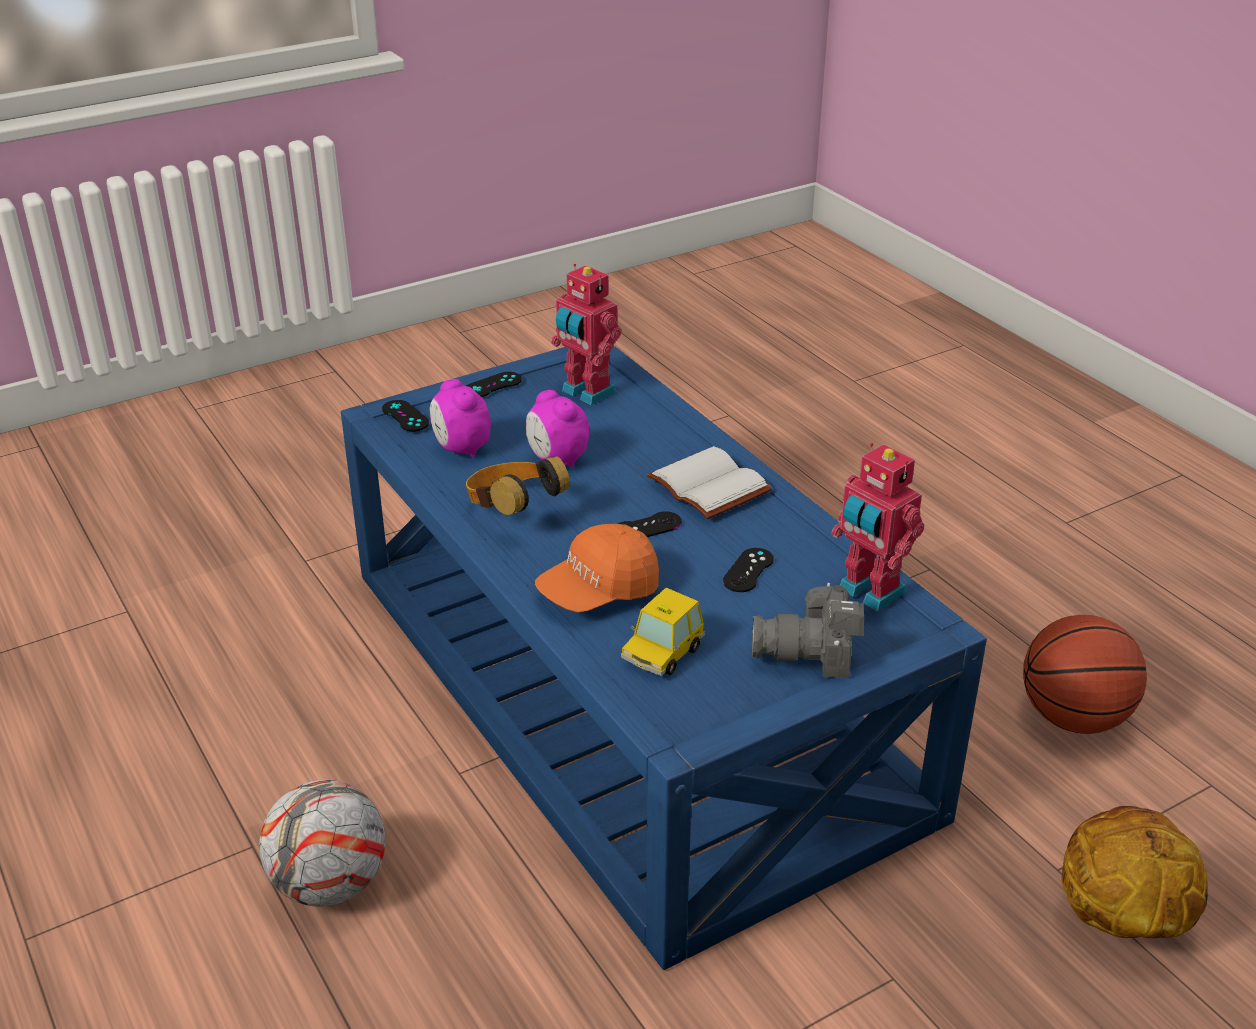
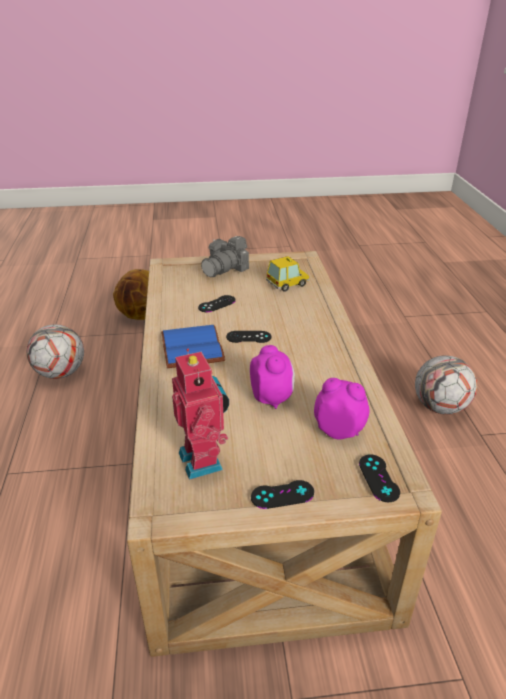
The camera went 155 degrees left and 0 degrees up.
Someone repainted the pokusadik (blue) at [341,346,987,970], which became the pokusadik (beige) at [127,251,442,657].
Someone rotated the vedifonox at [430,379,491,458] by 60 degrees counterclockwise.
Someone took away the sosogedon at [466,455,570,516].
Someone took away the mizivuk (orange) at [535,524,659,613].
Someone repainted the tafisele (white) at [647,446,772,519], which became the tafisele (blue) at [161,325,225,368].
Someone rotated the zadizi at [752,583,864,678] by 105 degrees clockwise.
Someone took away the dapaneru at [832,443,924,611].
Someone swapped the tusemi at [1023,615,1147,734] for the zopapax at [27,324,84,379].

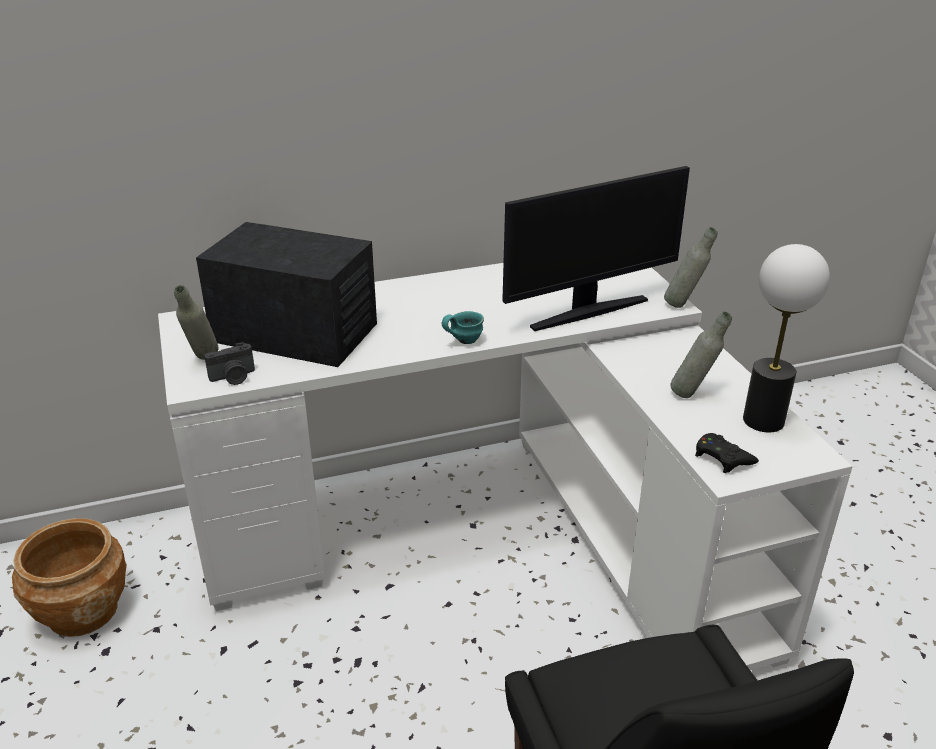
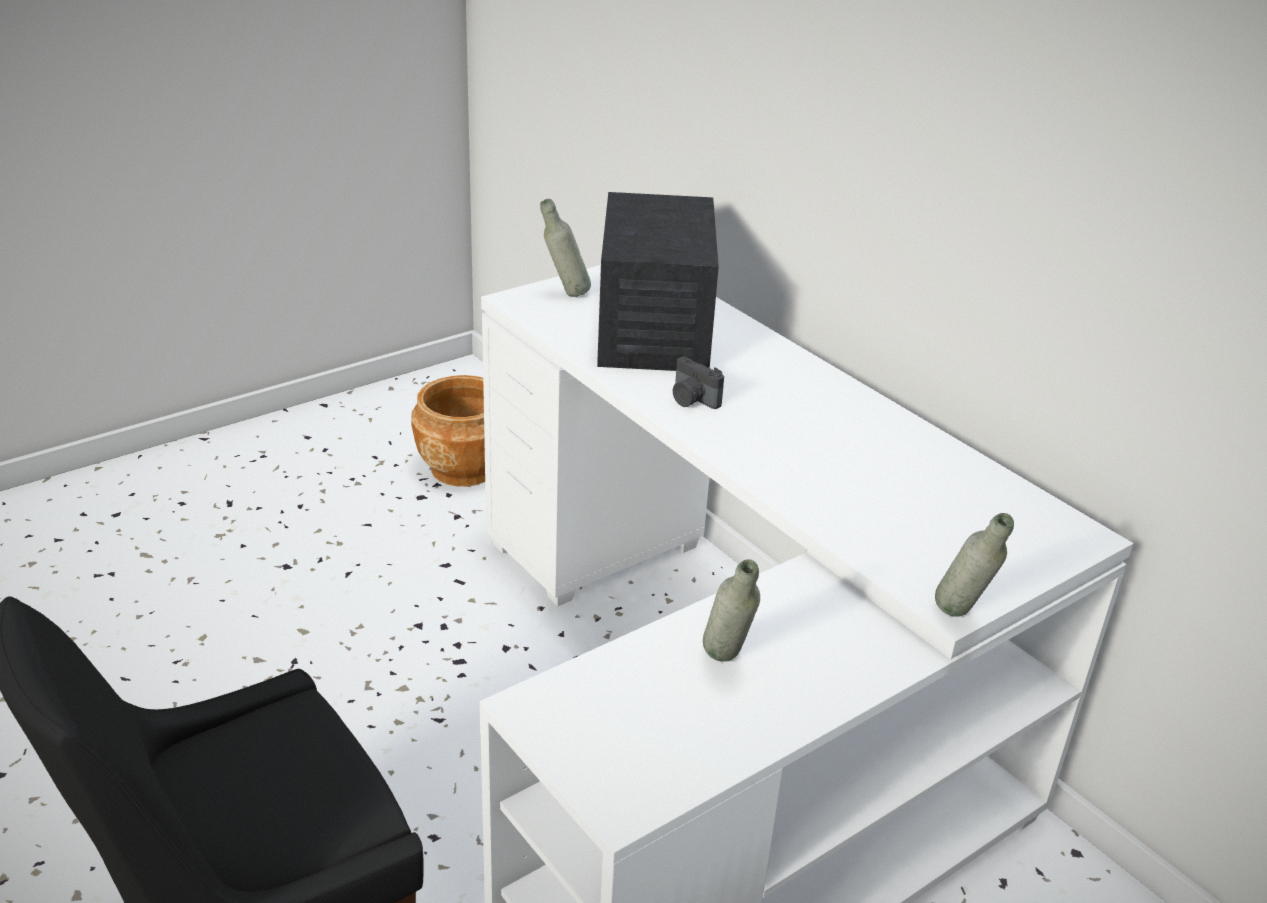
The camera went 70 degrees right and 0 degrees up.
Someone carried the zadizi from [204,342,255,385] to [673,357,724,409].
Someone took away the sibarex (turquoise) at [442,311,484,344].
Someone took away the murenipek at [502,166,690,331].
Someone took away the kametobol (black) at [695,433,759,473].
Someone took away the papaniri at [743,244,830,433].

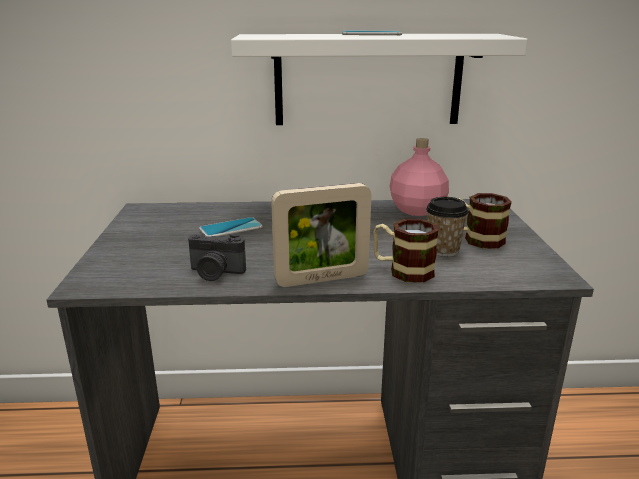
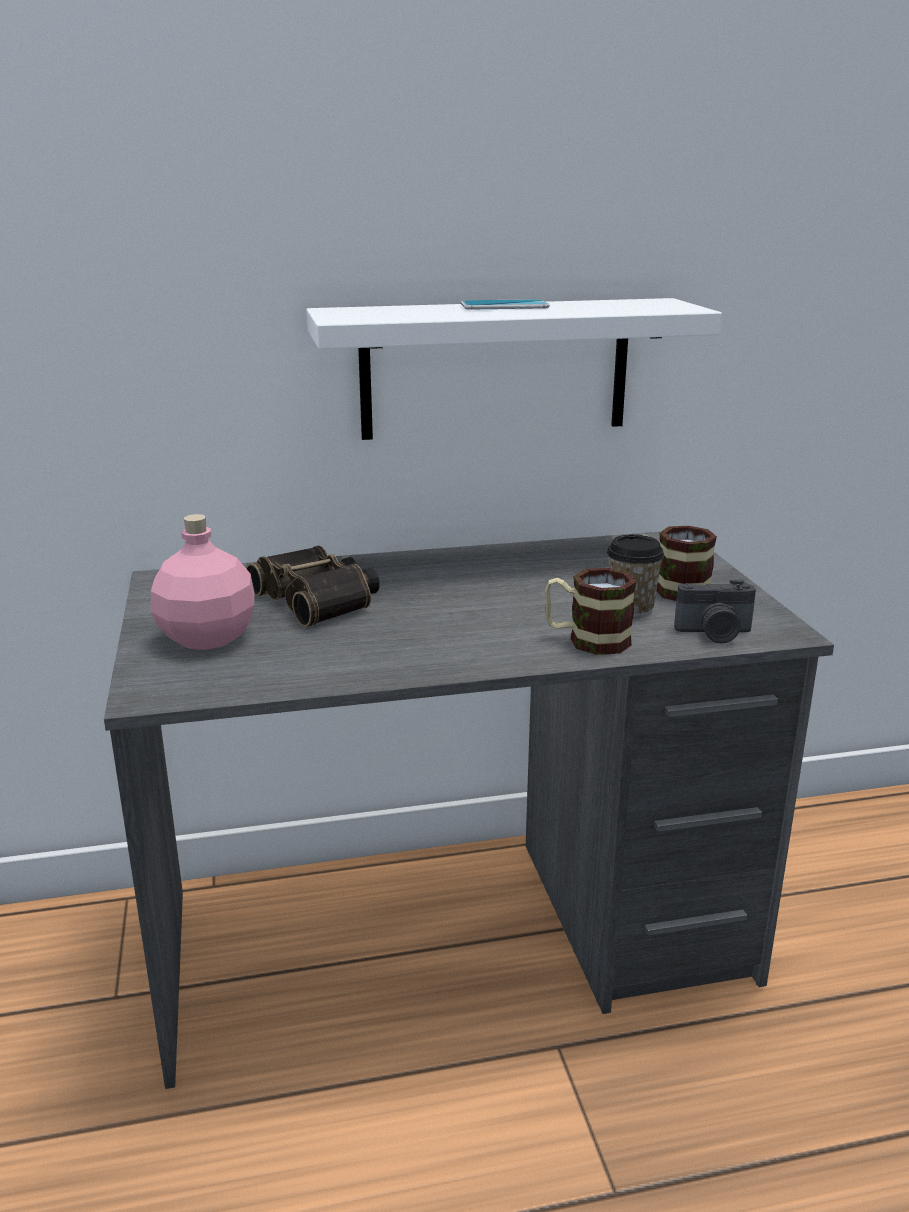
The camera went 10 degrees left and 0 degrees up.
Someone carried the zadizi from [188,234,246,281] to [674,580,756,643].
Someone swapped the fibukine at [199,217,263,237] for the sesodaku at [246,545,380,627].
Someone took away the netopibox at [271,183,371,287].
Someone carried the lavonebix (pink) from [390,138,449,216] to [151,514,255,650].

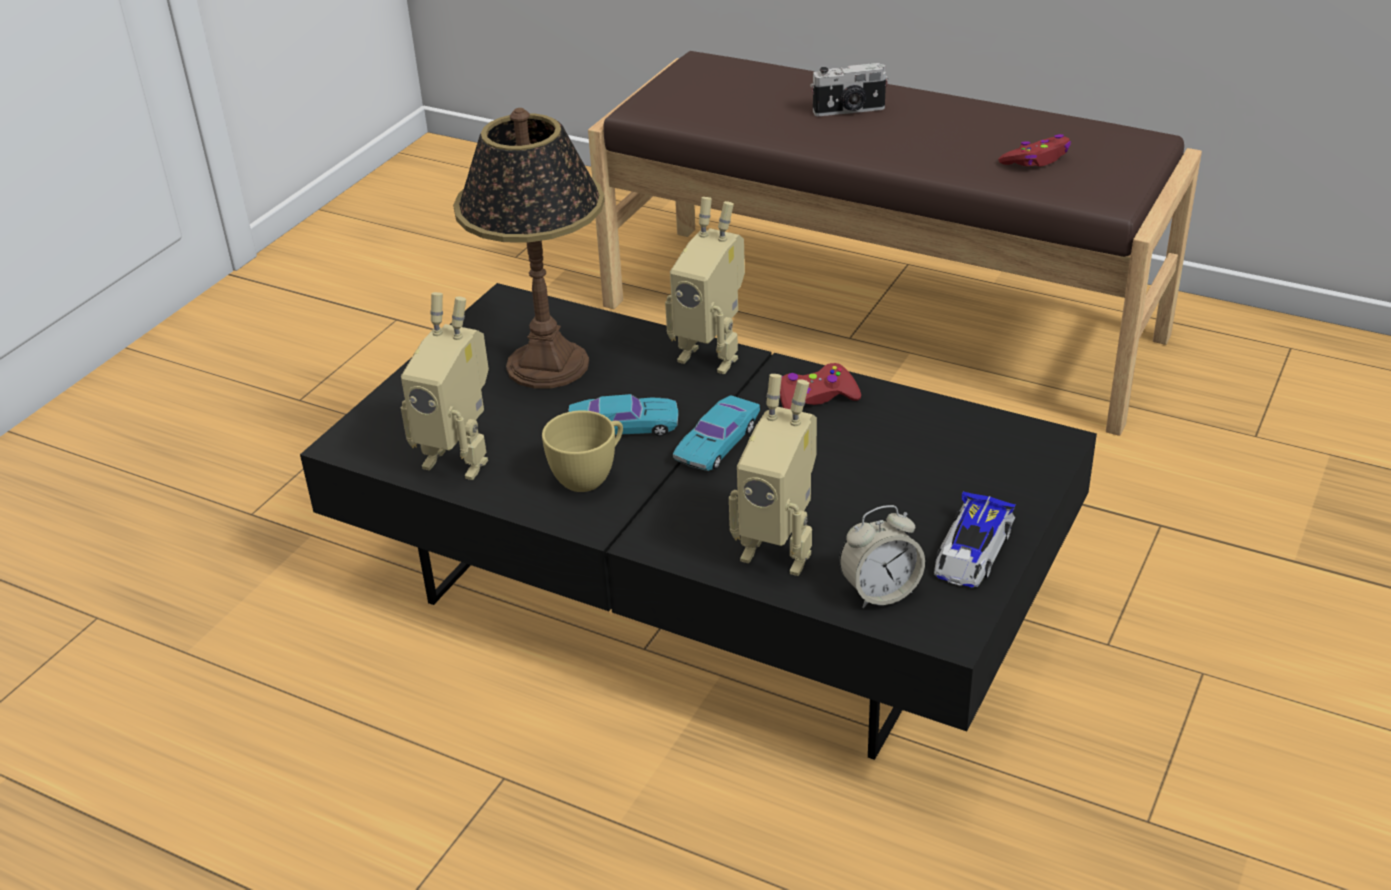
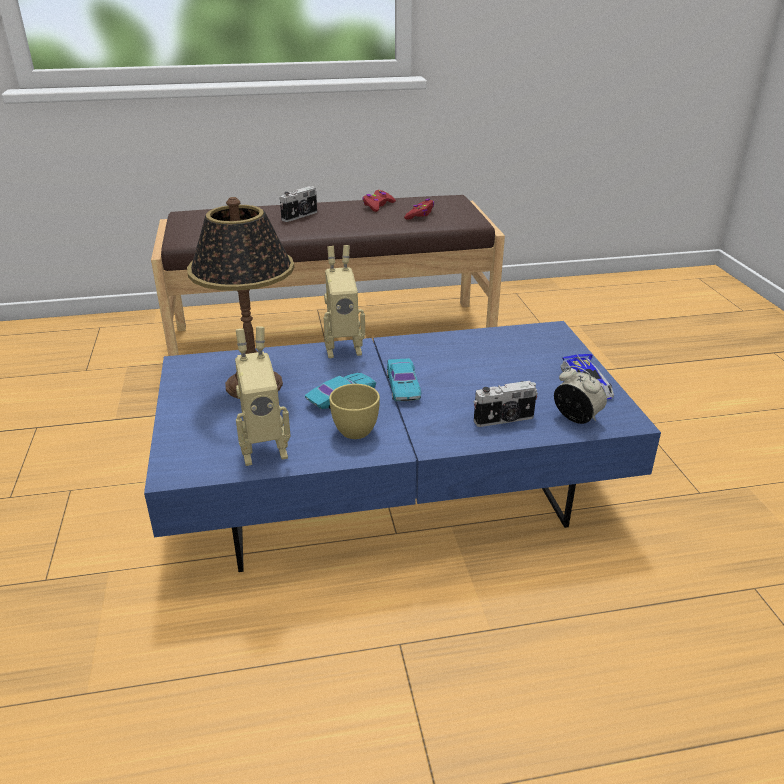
The camera went 40 degrees left and 5 degrees down.
Someone repainted the pokusadik (black) at [300,283,1097,760], which became the pokusadik (blue) at [144,321,661,572].
Someone swapped the dapaneru at [729,374,817,576] for the zadizi at [474,381,538,427].
Someone carried the kametobol (red) from [780,363,861,409] to [362,190,396,212].
Someone rotated the vedifonox at [839,505,925,608] by 75 degrees counterclockwise.

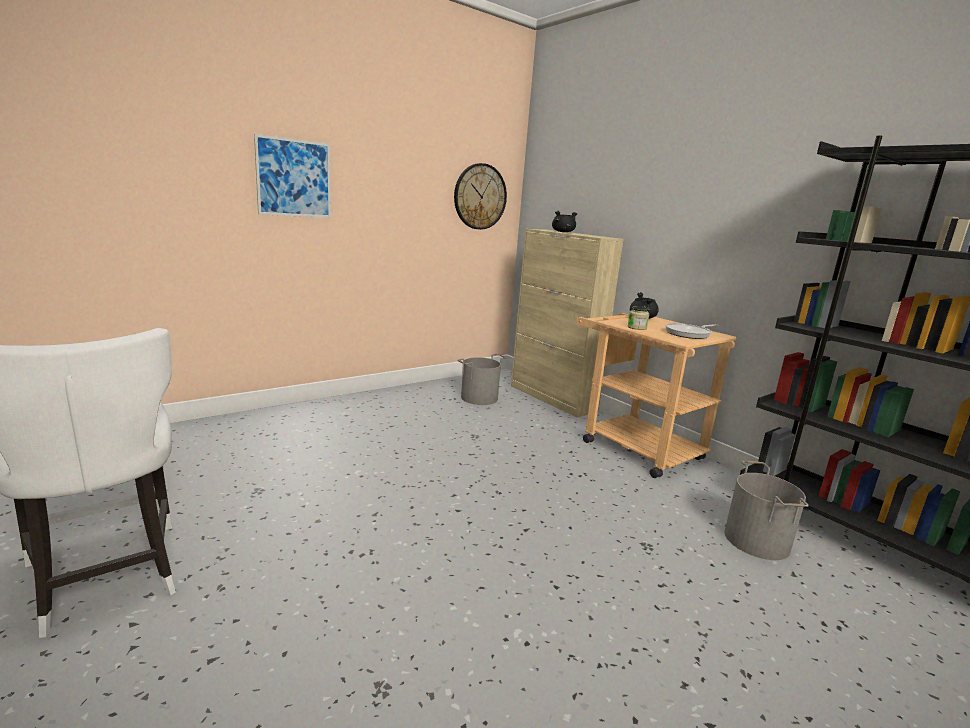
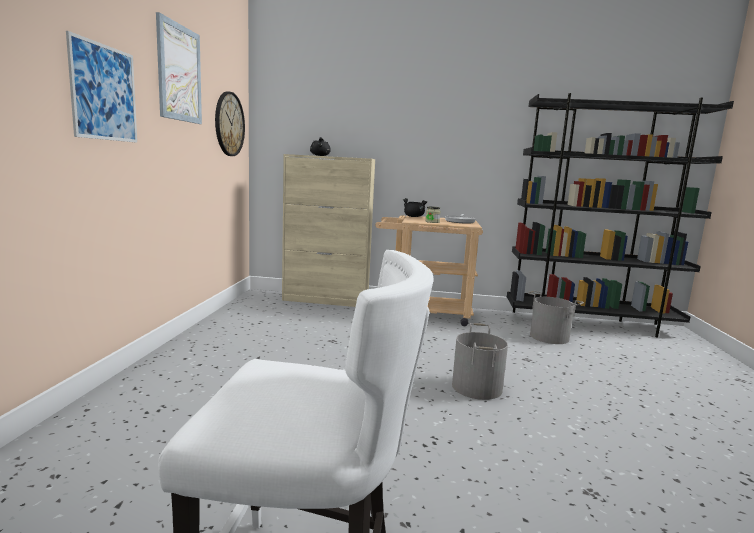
The camera went 45 degrees left and 5 degrees down.
Someone carried the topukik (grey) from [457,354,507,405] to [452,323,508,400].
Someone put up the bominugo at [156,12,202,124].

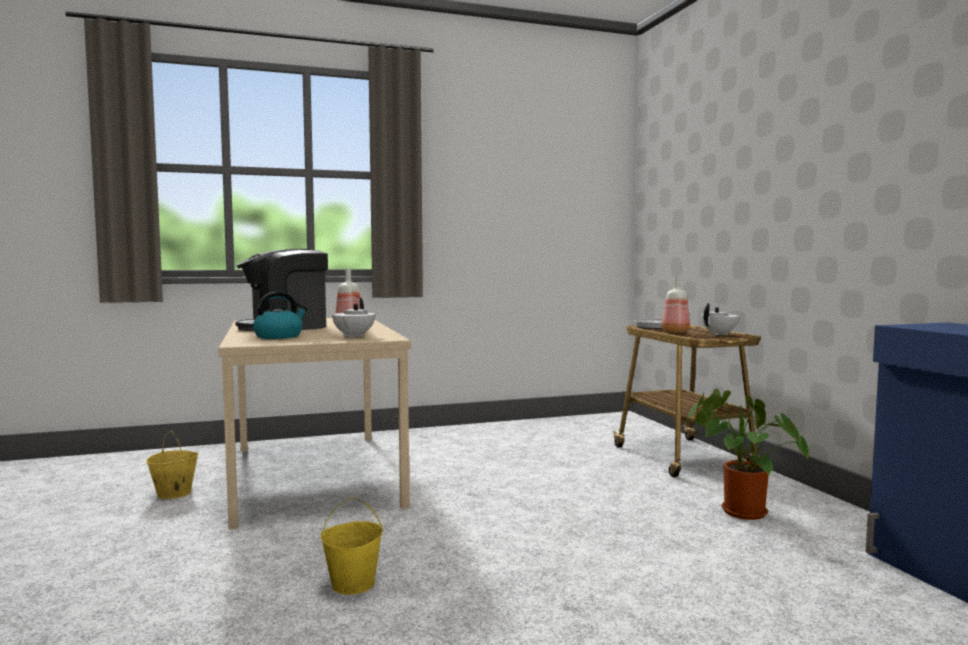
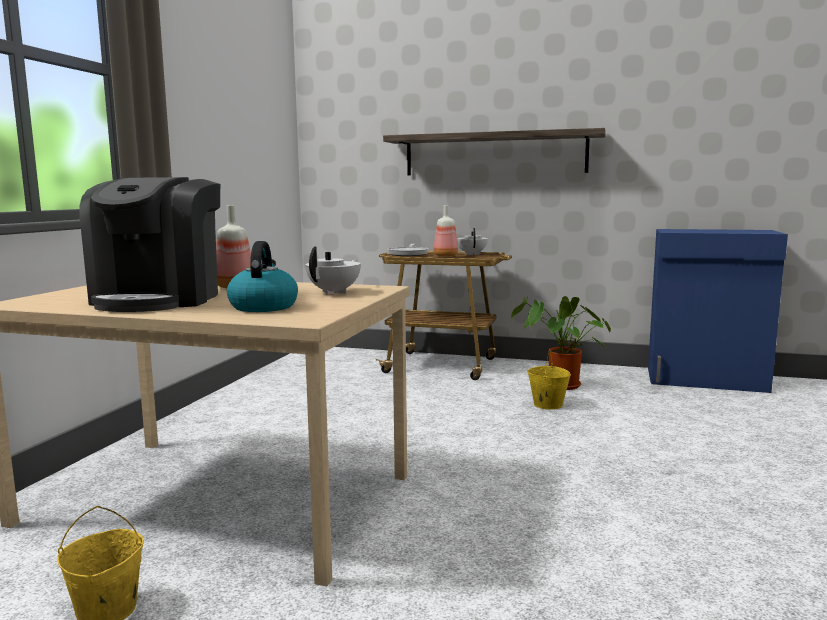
The camera went 55 degrees left and 5 degrees up.
Someone carried the topukik (yellow) from [321,497,383,595] to [527,348,571,410].
Someone rotated the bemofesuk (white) at [332,298,375,338] by 105 degrees counterclockwise.
Someone put up the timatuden at [383,128,606,175].

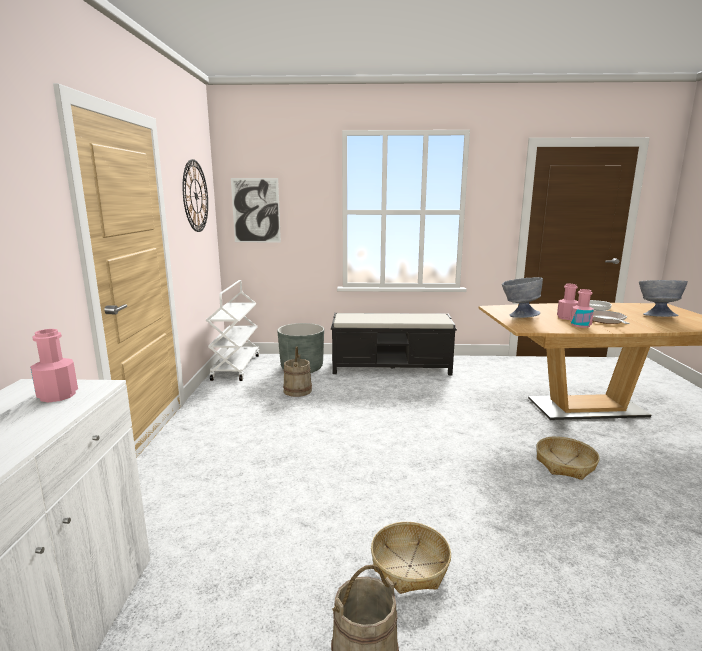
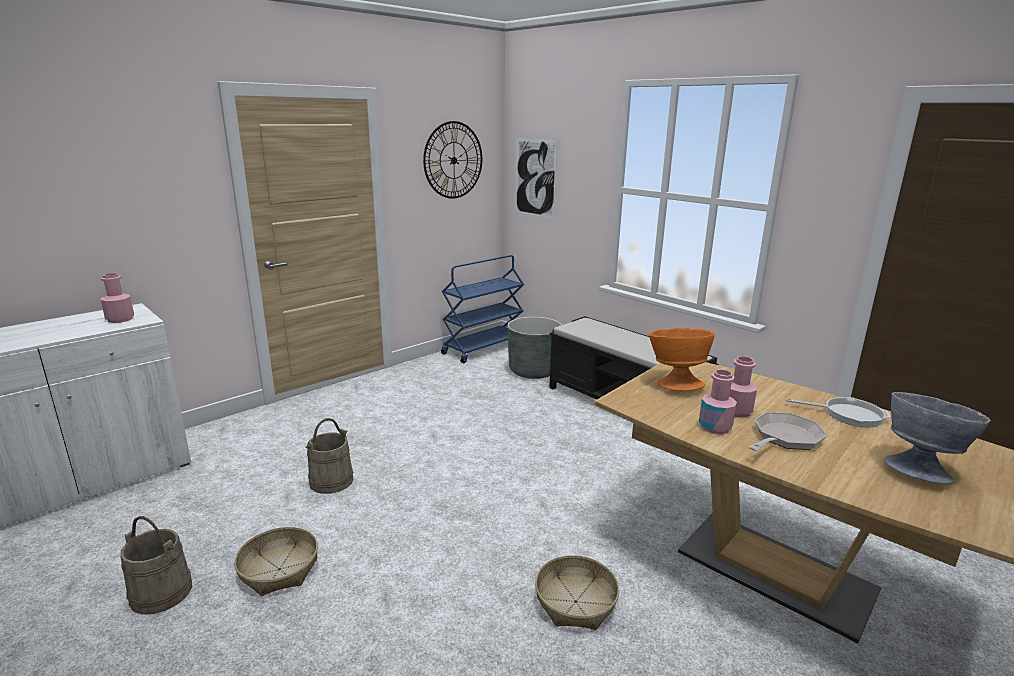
The camera went 45 degrees right and 5 degrees up.
Someone repainted the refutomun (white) at [206,280,259,381], which became the refutomun (blue) at [441,255,524,363].
Someone carried the topukik (beige) from [283,346,312,397] to [306,418,353,494].
Someone repainted the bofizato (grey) at [502,277,543,318], which became the bofizato (orange) at [649,328,715,391].

